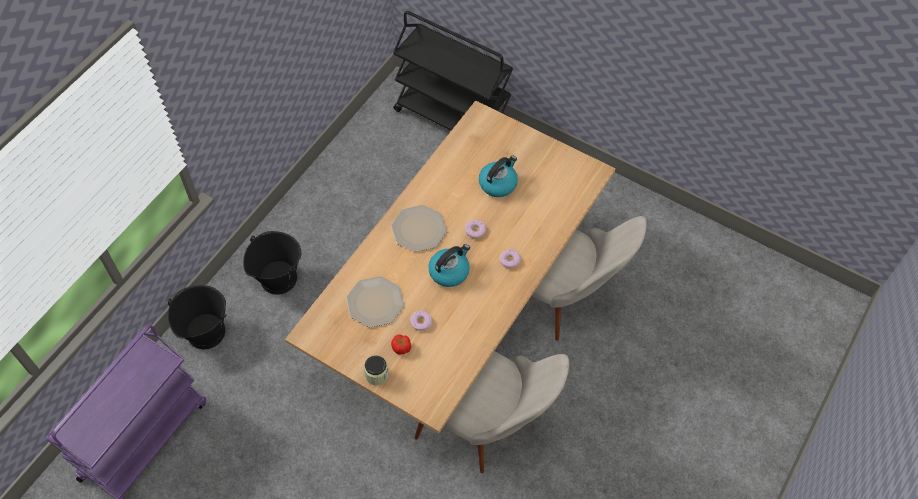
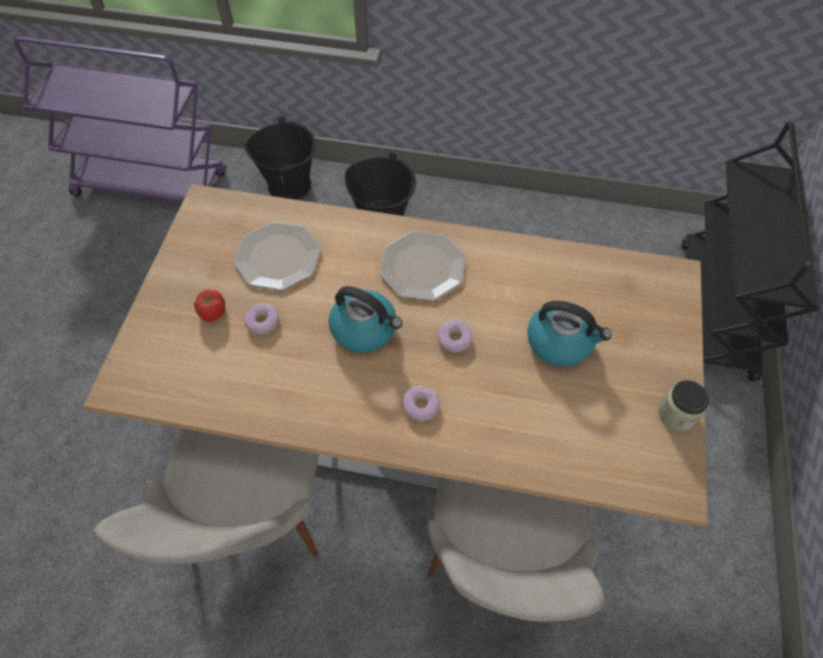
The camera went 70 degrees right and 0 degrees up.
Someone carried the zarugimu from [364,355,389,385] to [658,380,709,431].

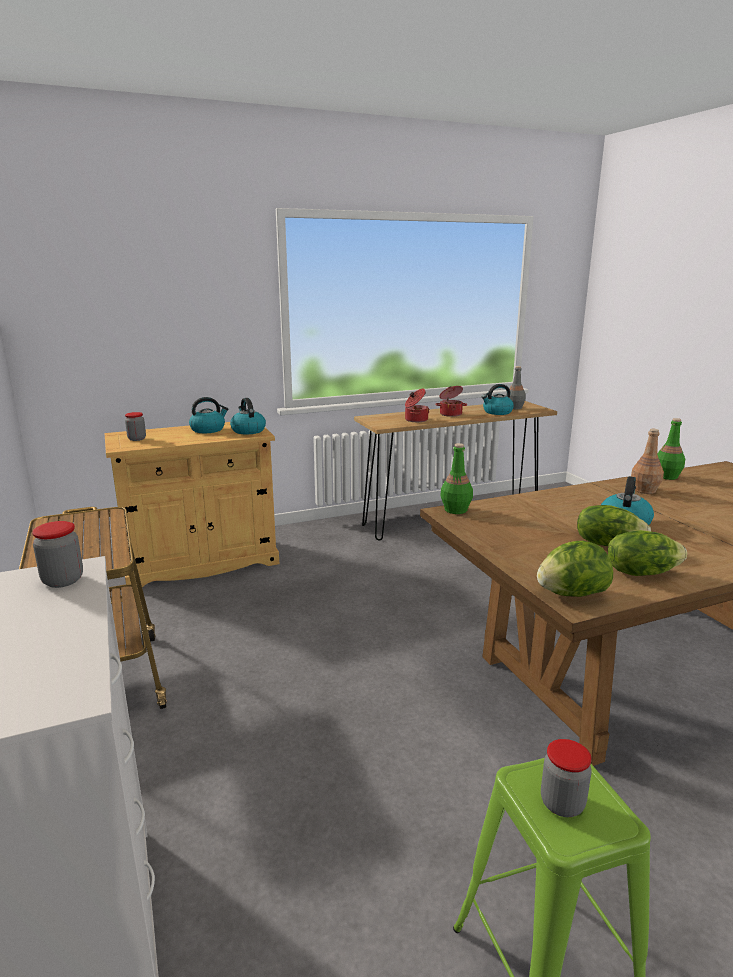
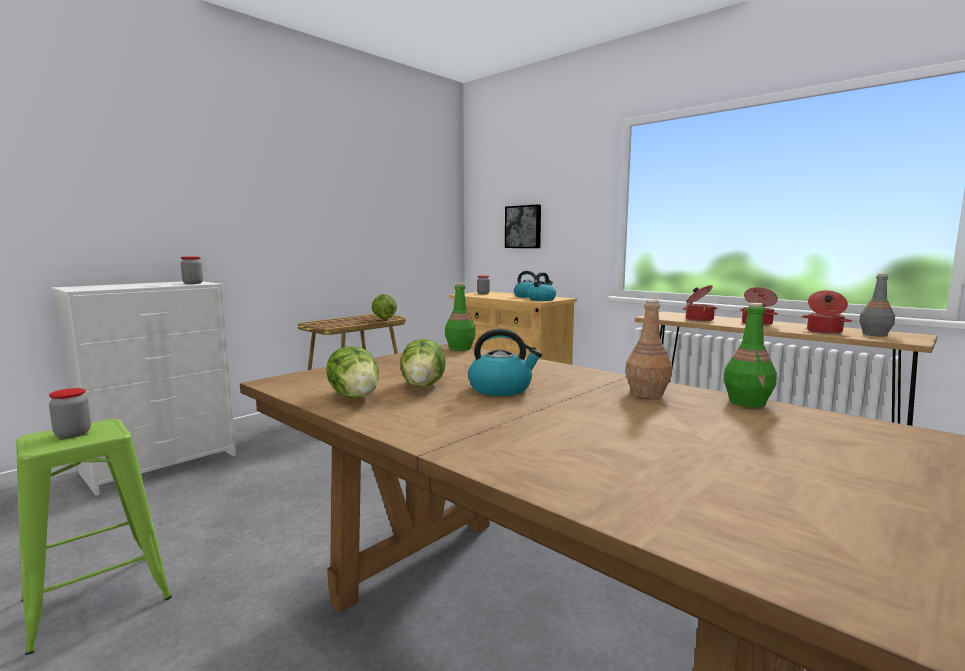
The camera went 65 degrees right and 10 degrees down.
Someone swapped the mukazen at [482,384,514,415] for the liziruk at [801,290,852,334].
Someone carried the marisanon from [537,541,613,597] to [372,294,397,319].
Someone put up the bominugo at [505,204,541,248].

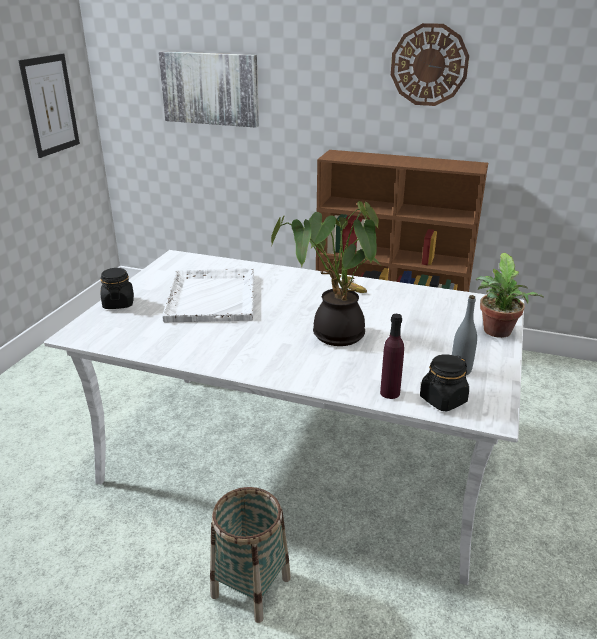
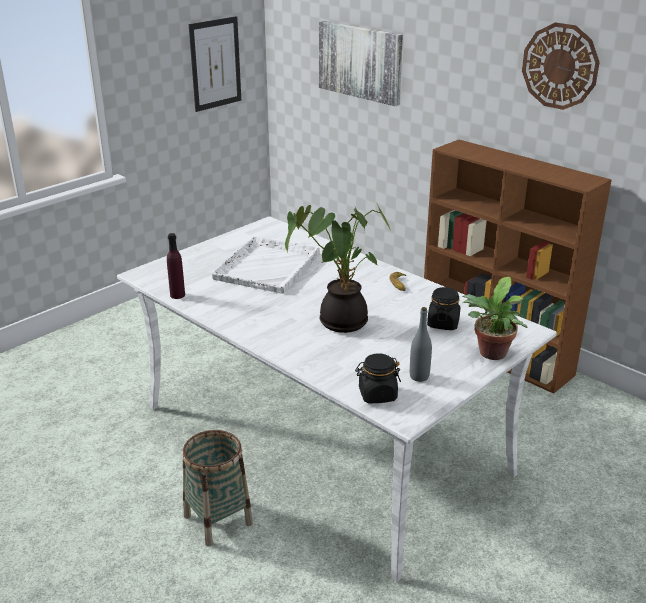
The camera went 25 degrees right and 0 degrees up.
Someone carried the zarugimu (black) from [101,268,134,309] to [427,287,460,330].
Someone carried the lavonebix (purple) from [380,314,404,399] to [167,233,185,299].

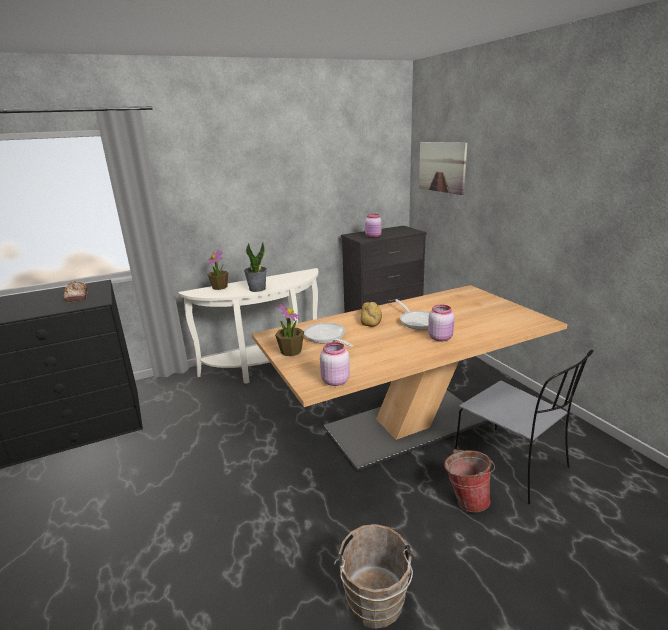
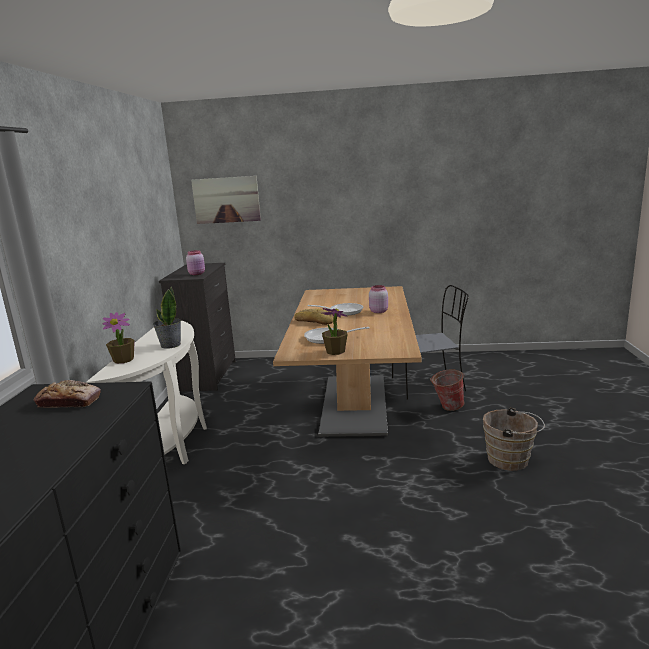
The camera went 60 degrees left and 5 degrees down.
Someone took away the zarugimu (pink) at [320,342,350,386].

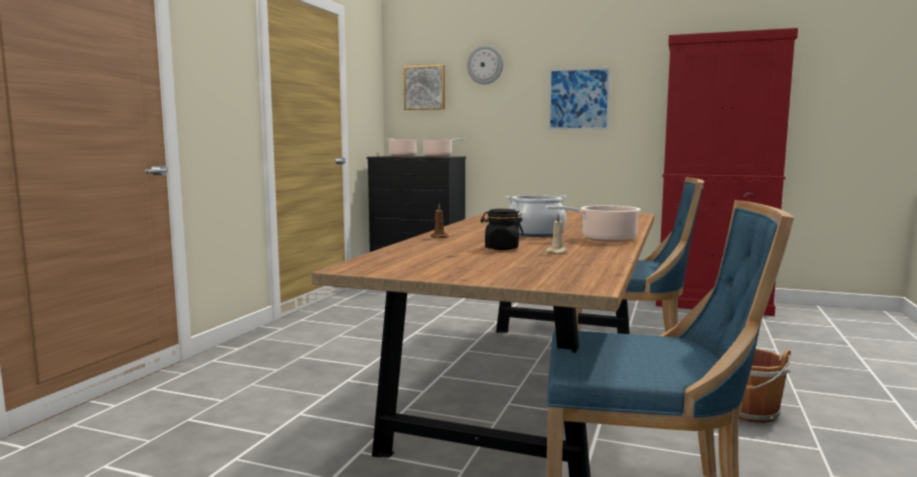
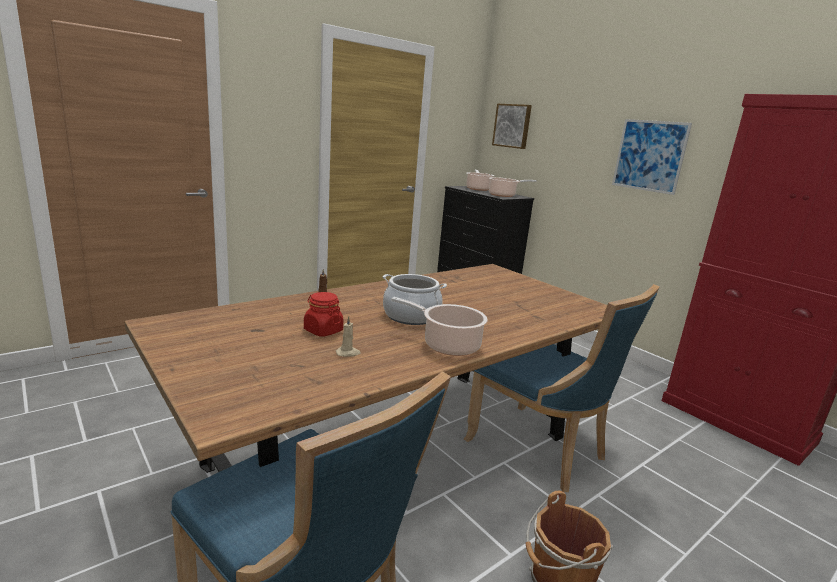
The camera went 30 degrees right and 10 degrees up.
Someone took away the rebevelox at [467,45,503,85].
Someone repainted the zarugimu (black) at [480,209,524,250], which became the zarugimu (red) at [304,292,343,337].

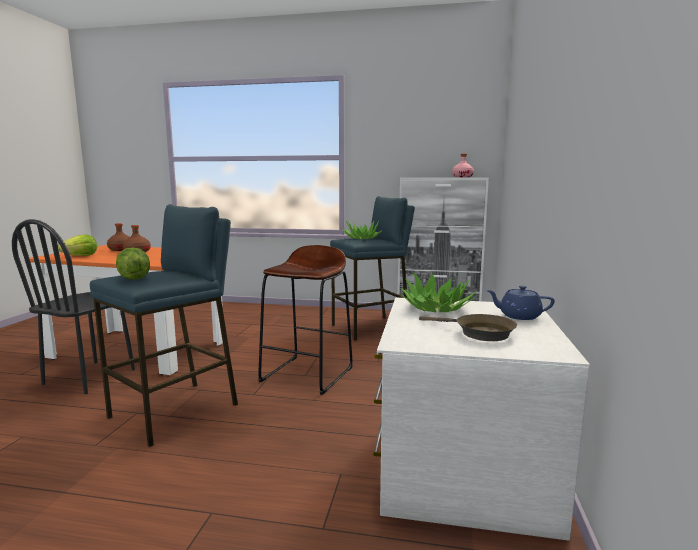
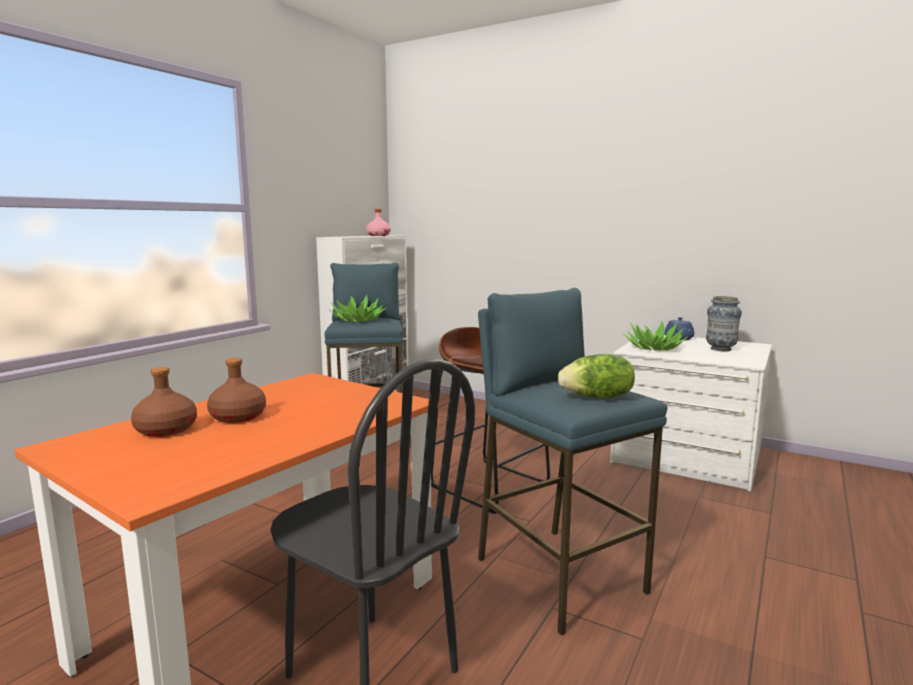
The camera went 70 degrees left and 0 degrees up.
Someone took away the marisanon at [58,235,97,256].
Someone swapped the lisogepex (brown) at [419,314,517,341] for the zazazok at [706,296,742,351].

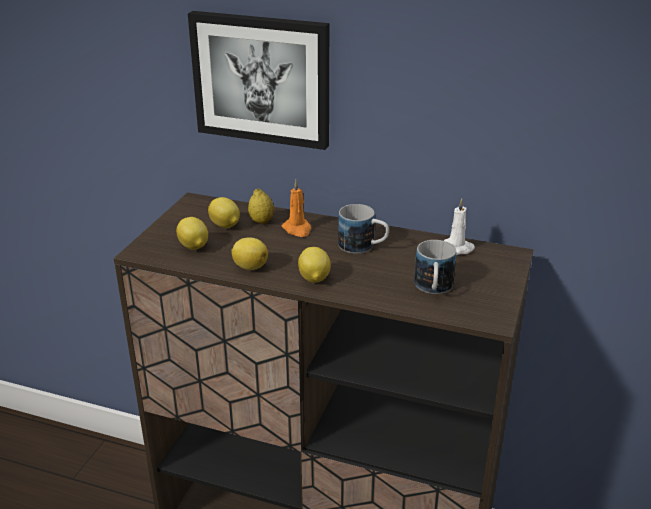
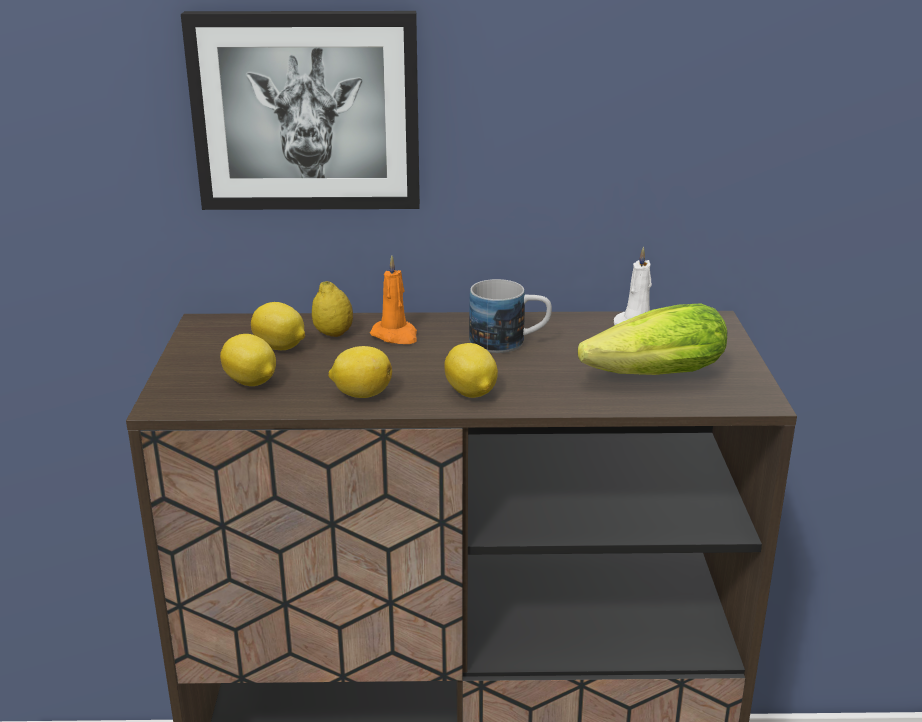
The camera went 20 degrees left and 5 degrees down.
Someone swapped the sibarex at [414,240,456,294] for the marisanon at [578,304,727,375].

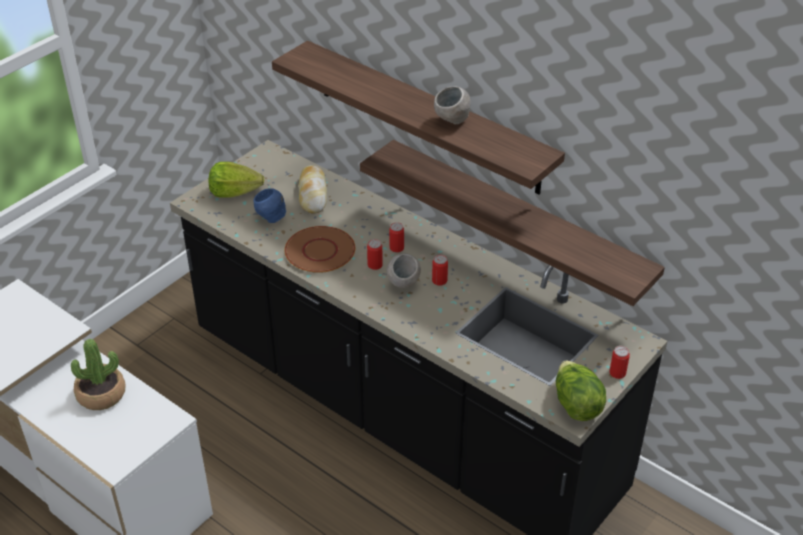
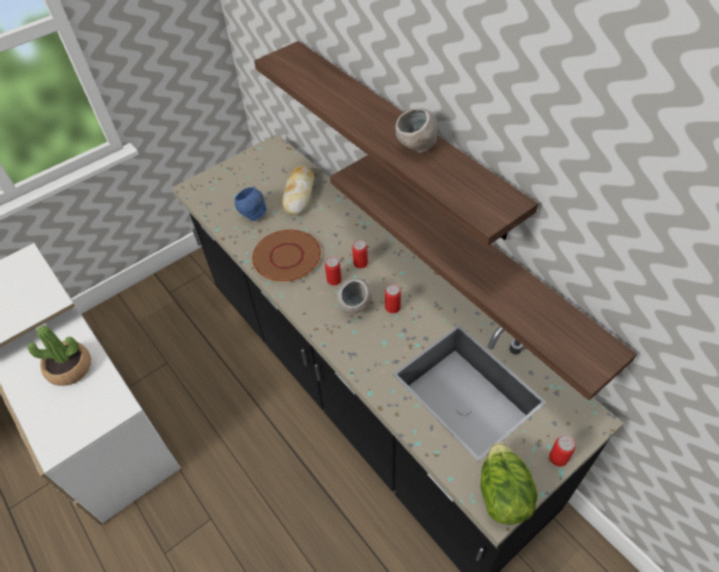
The camera went 15 degrees right and 10 degrees up.
Someone took away the marisanon at [209,162,264,198].

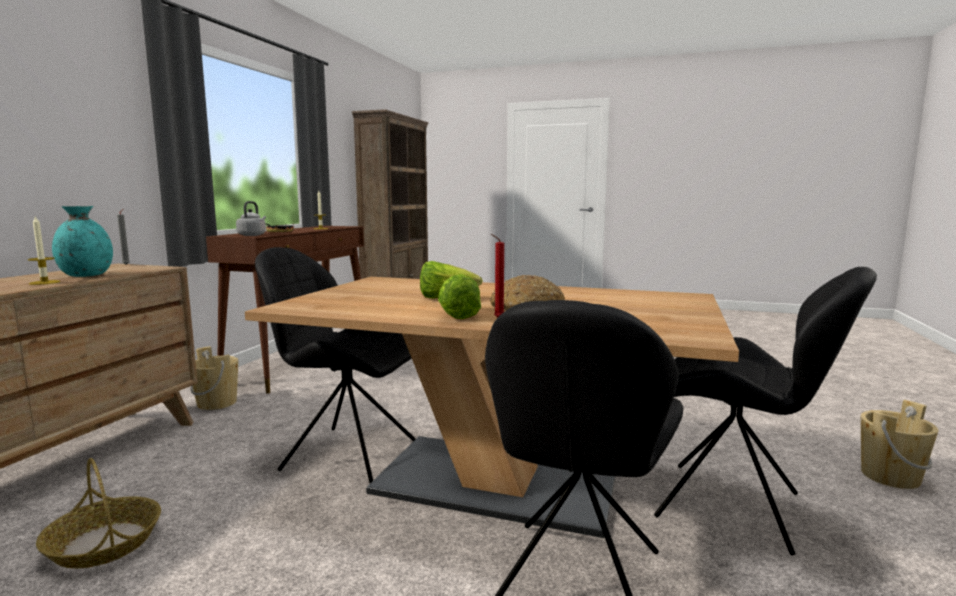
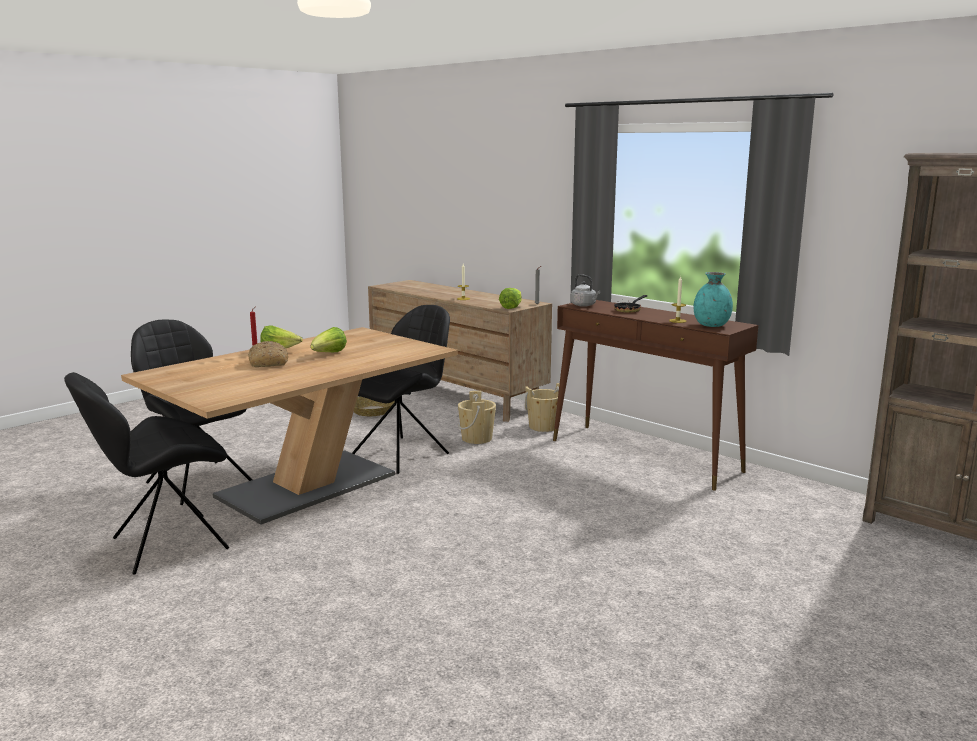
The camera went 115 degrees right and 5 degrees up.
Someone carried the zazazok (turquoise) from [52,206,113,277] to [694,272,733,327].
Someone carried the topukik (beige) from [861,400,939,489] to [458,391,496,444].
Someone put down the marisanon at [499,288,522,309].

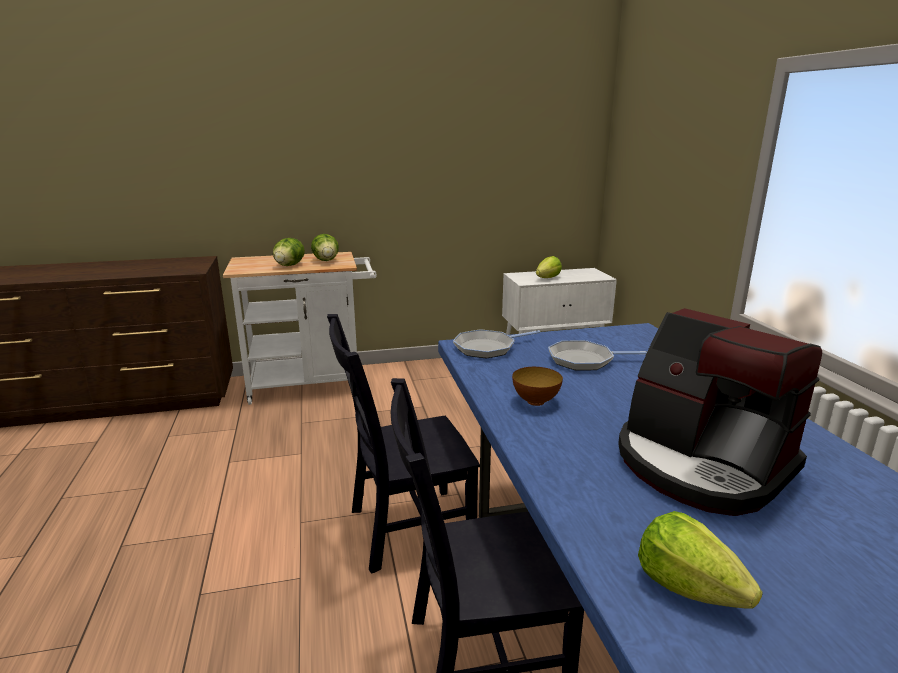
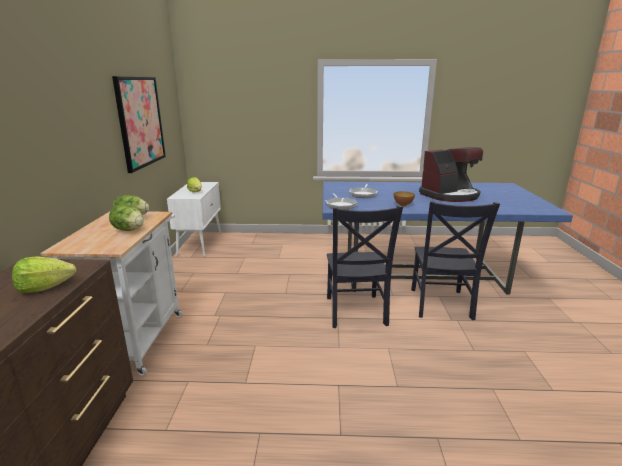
The camera went 75 degrees left and 0 degrees up.
Someone carried the marisanon from [638,511,763,608] to [12,256,76,293].
Someone put up the bominugo at [112,76,166,173].

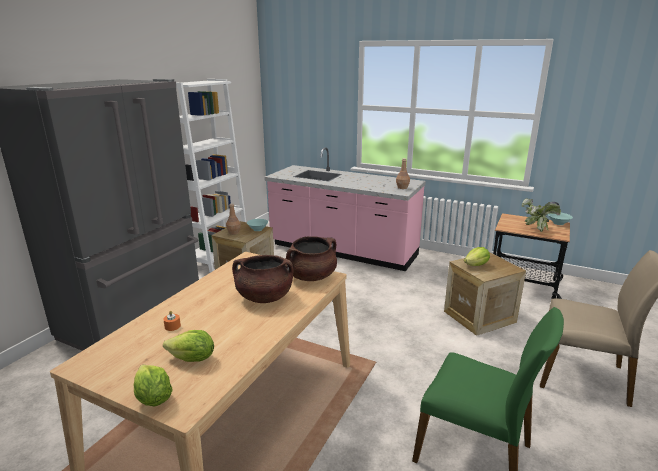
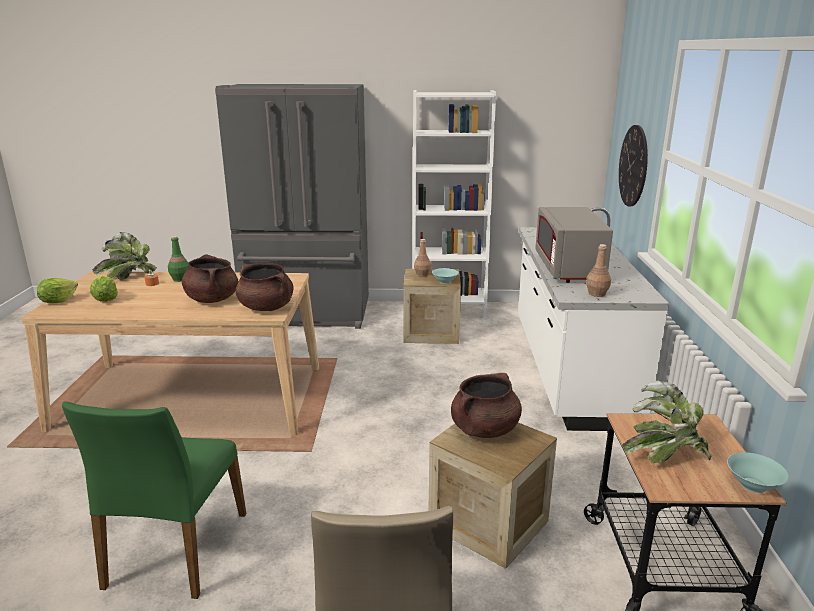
The camera went 65 degrees right and 0 degrees up.
Someone repainted the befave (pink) at [264,147,426,271], which became the befave (white) at [518,208,669,431].
Someone swapped the marisanon at [464,247,490,266] for the liziruk (brown) at [451,373,522,438].
Someone put down the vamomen at [92,232,157,280].
Someone put down the lavonebix (green) at [168,236,188,282].
Someone put down the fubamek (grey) at [535,207,613,283].
Someone put up the rebevelox at [619,125,648,206].

